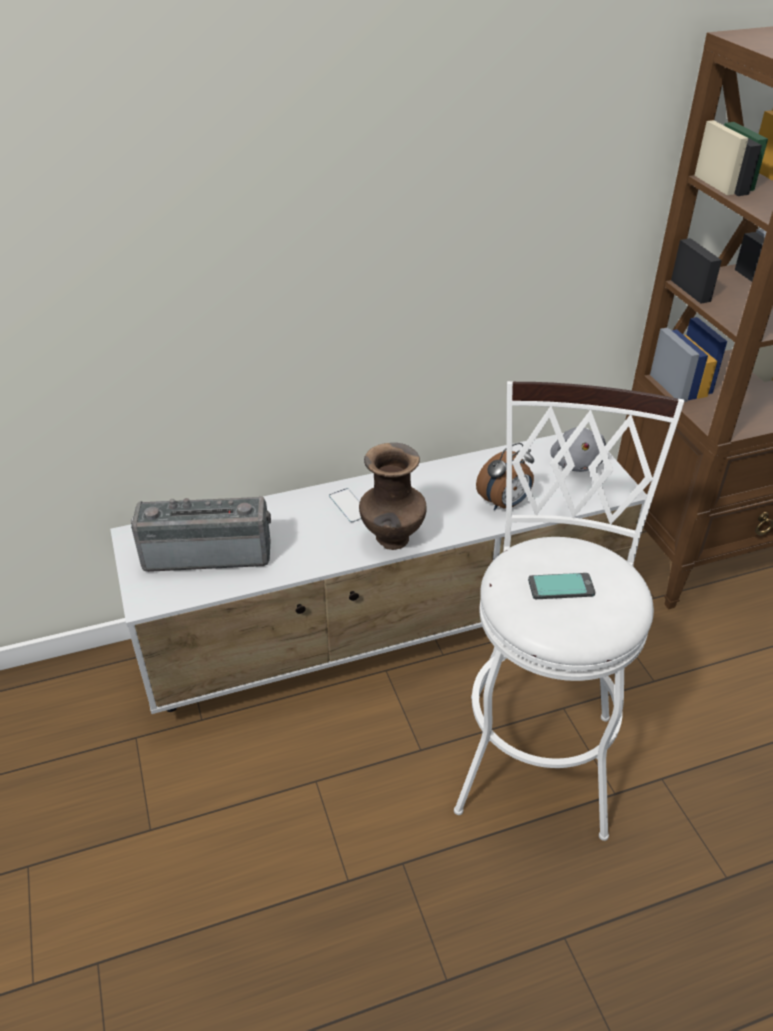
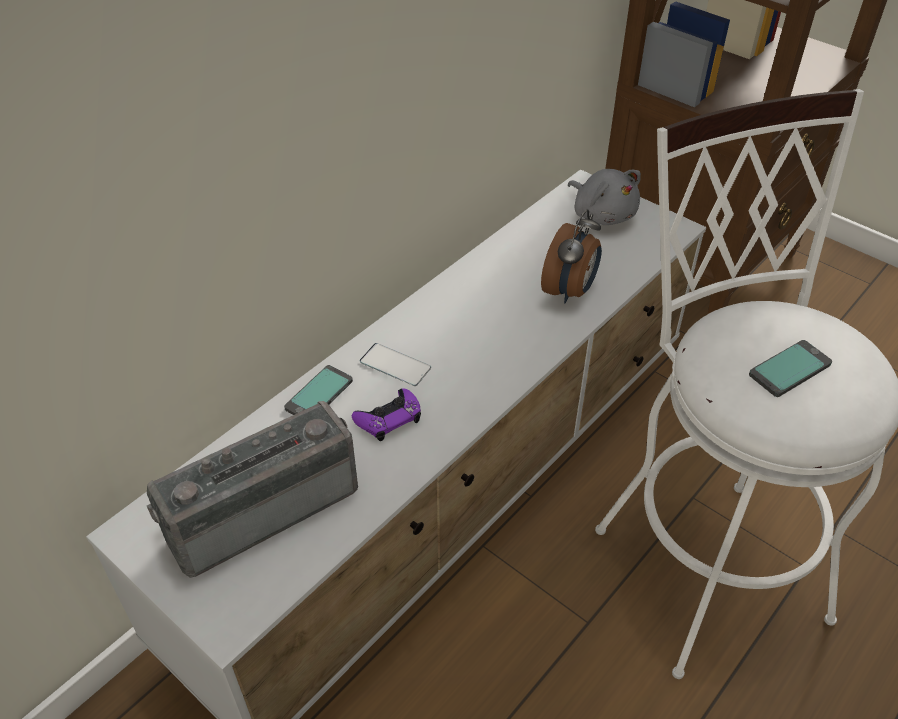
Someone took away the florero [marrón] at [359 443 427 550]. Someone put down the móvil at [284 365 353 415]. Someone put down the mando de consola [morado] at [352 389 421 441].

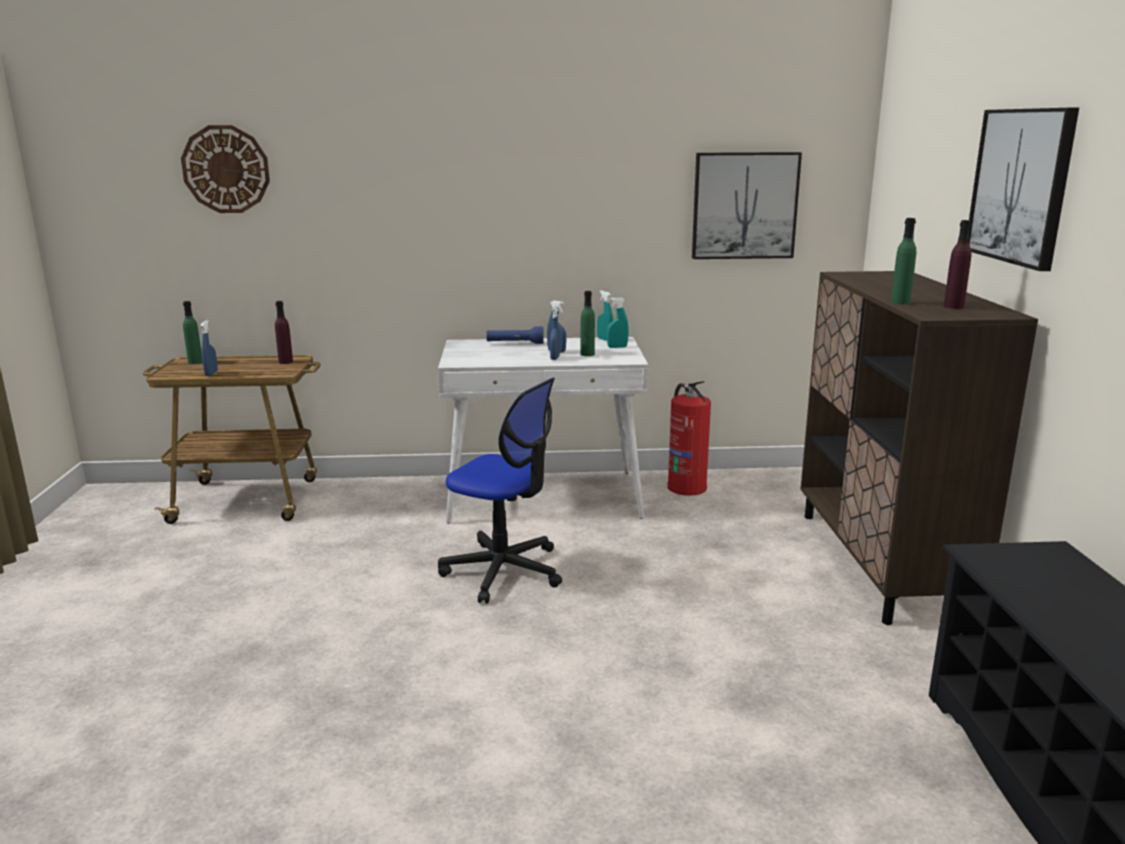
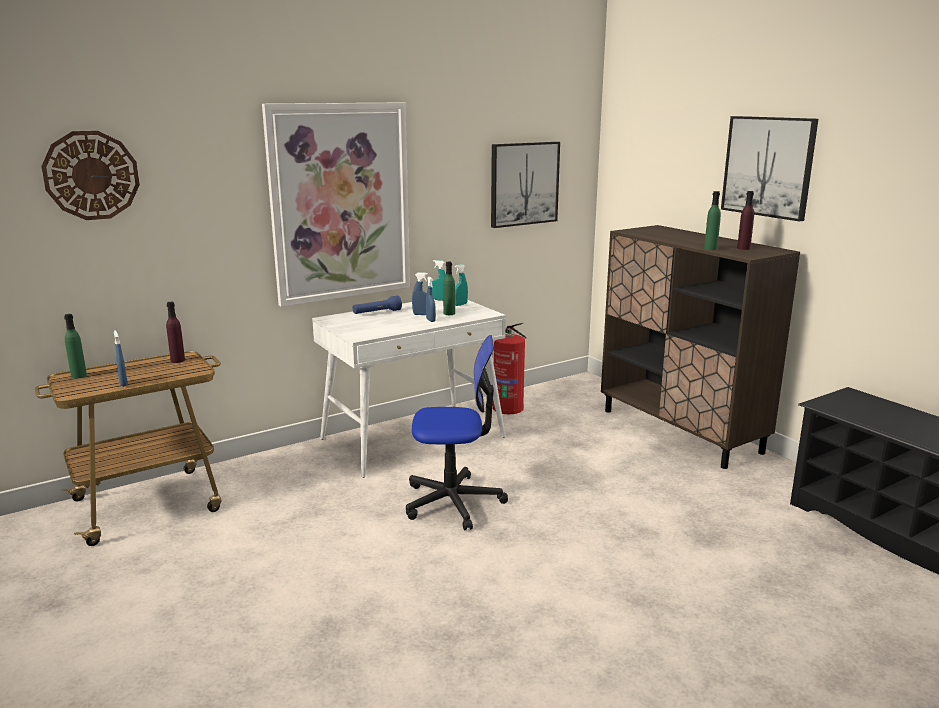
Someone put up the cuadro at [262 102 410 307].

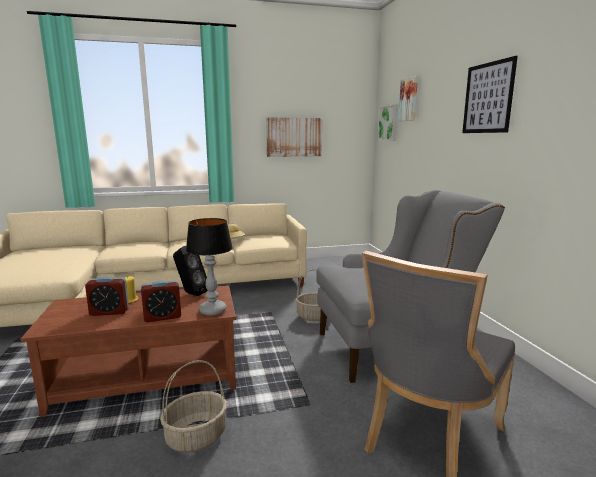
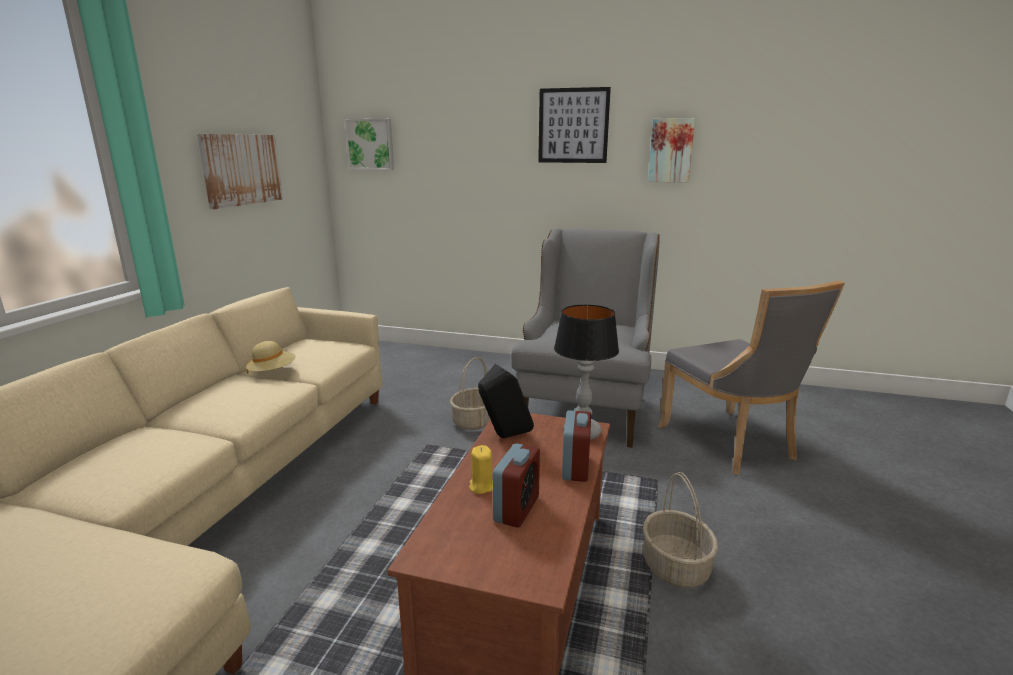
Someone carried the cuadro from [398 76 418 121] to [648 118 695 183].

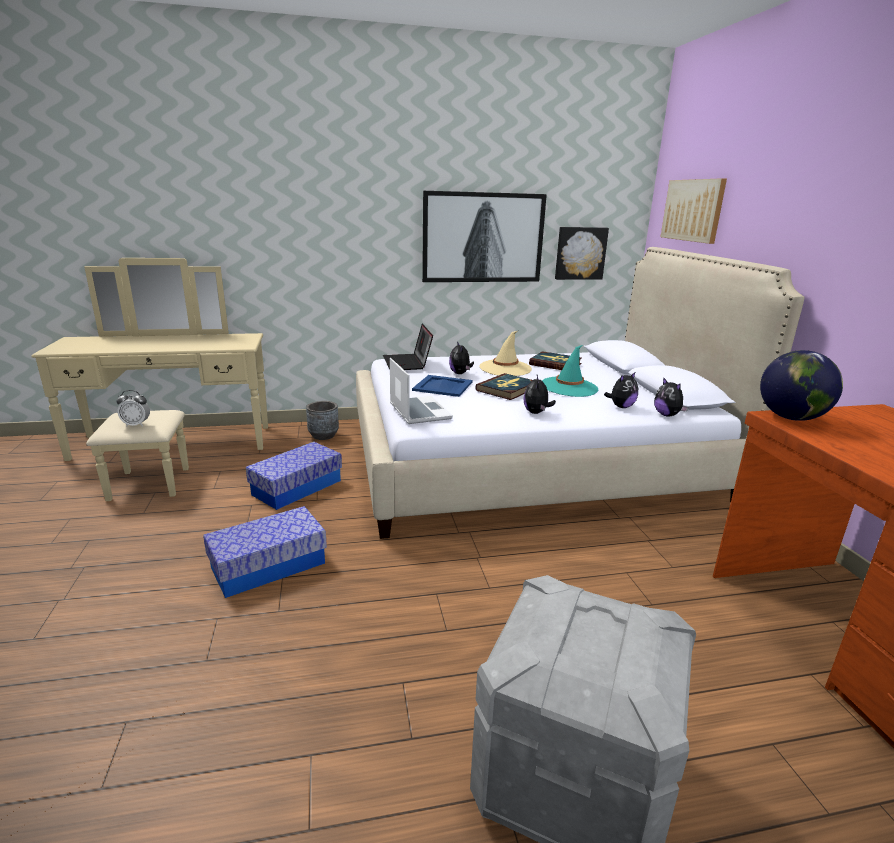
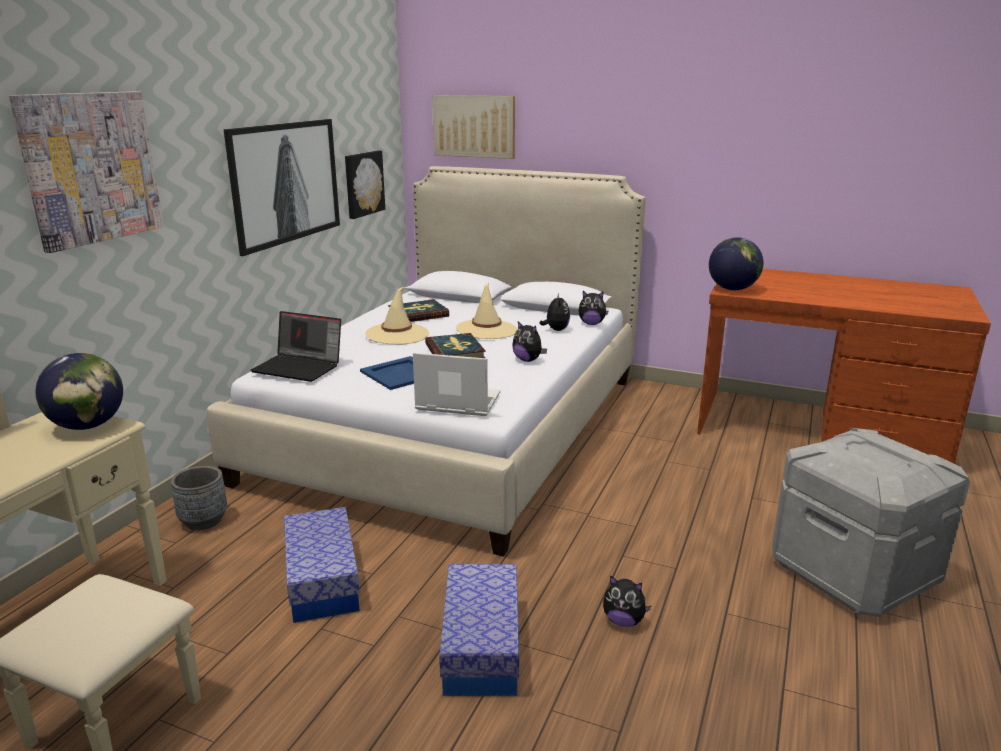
Someone took away the despertador at [116 390 150 427]. Someone put up the cuadro at [9 91 164 253]. Someone put down the globo terráqueo at [36 353 123 430]. Someone carried the peluche from [449 341 474 374] to [603 575 652 627]. Someone repainted the sombrero [turquesa] at [542 345 599 397], which became the sombrero [beis] at [456 282 518 339].

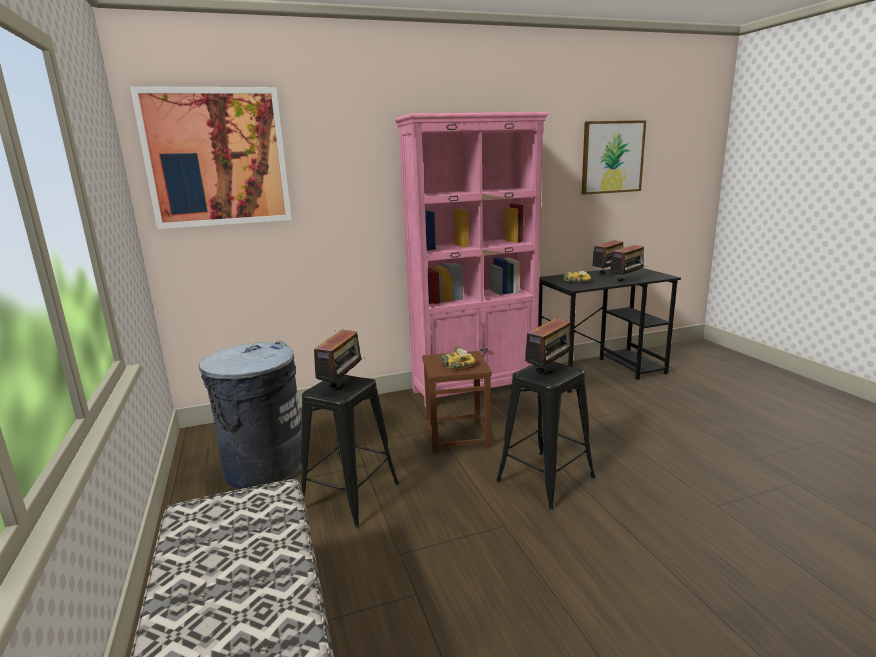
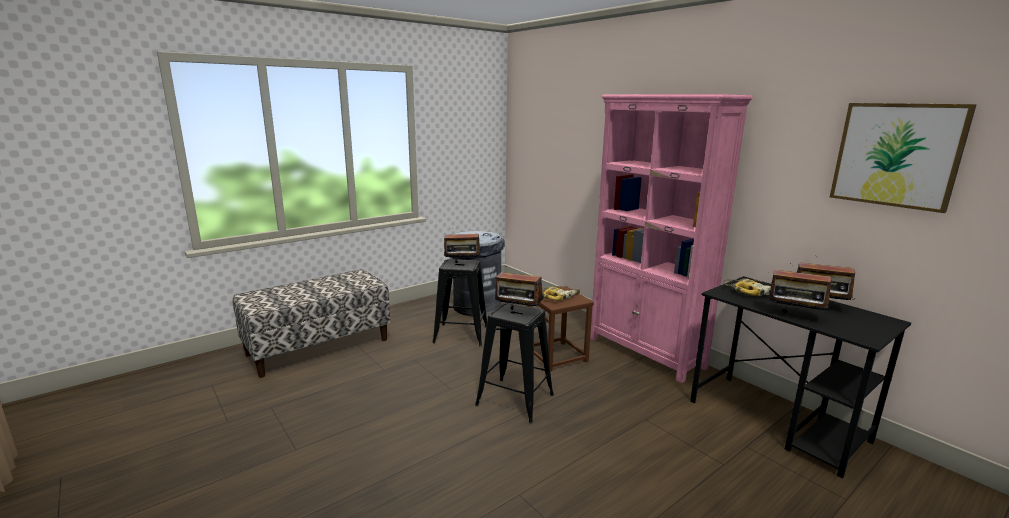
Someone took away the cuadro at [130 86 292 229].

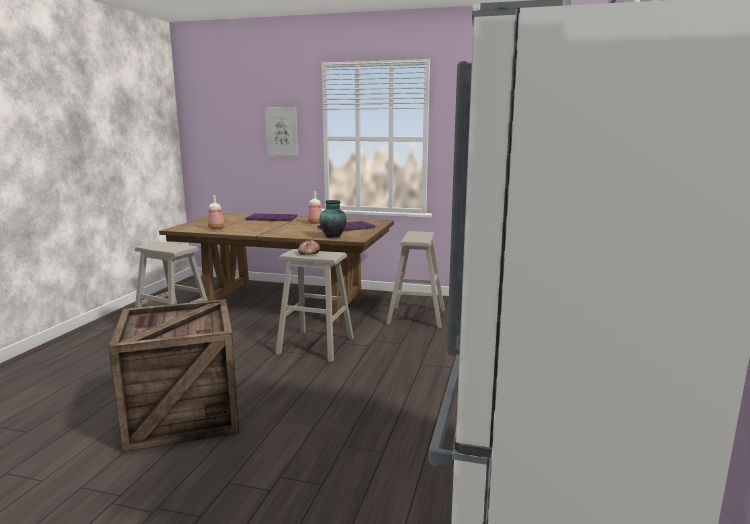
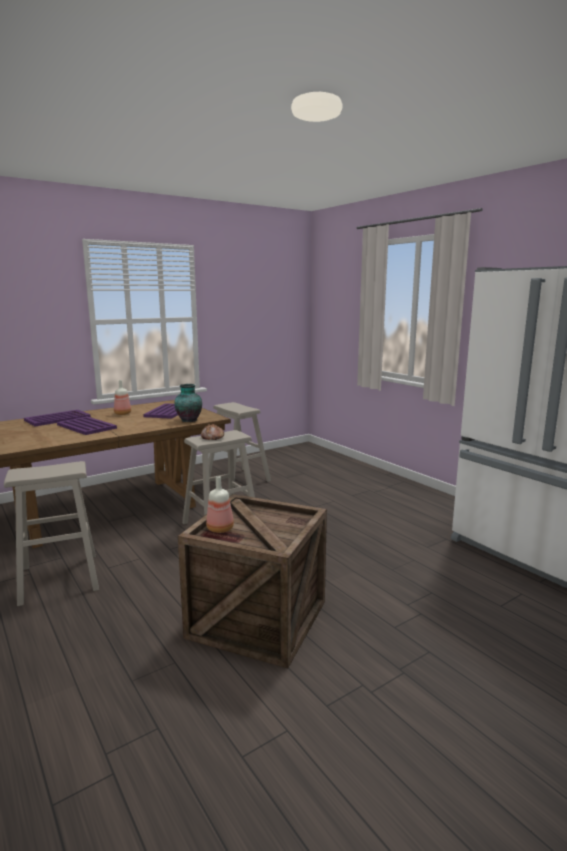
Someone took away the cuadro at [265 107 298 156]. Someone put down the bandeja [morado] at [57 417 117 435]. Someone carried the botella from [208 195 225 229] to [206 476 234 533].

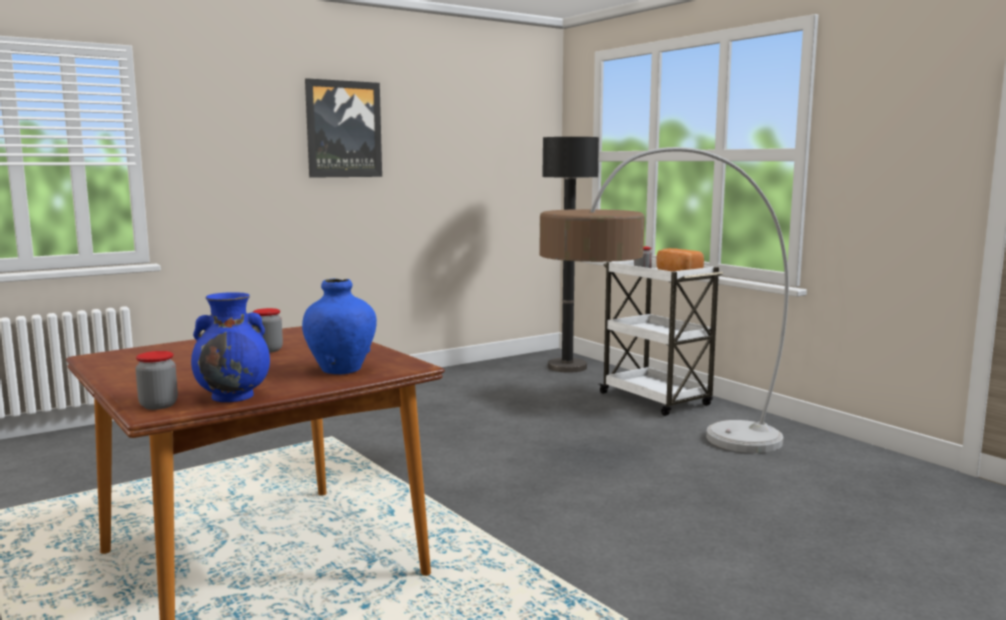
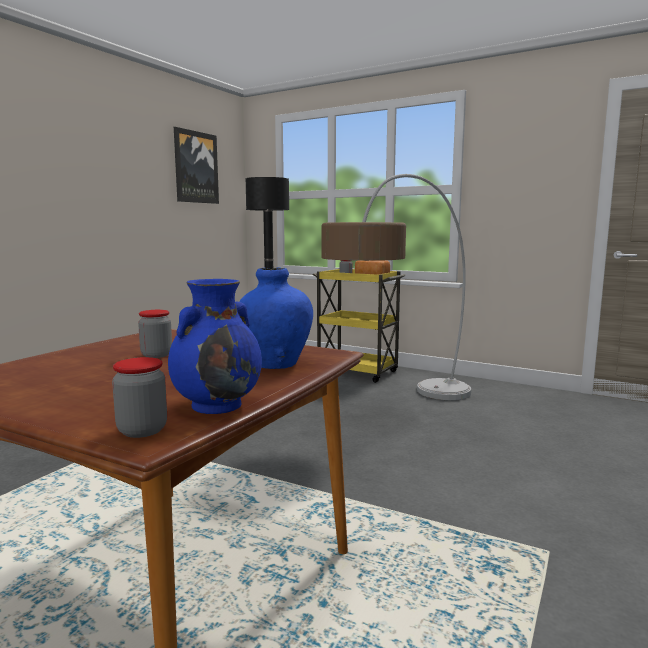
Someone carried the cuadro from [305 78 382 178] to [174 127 219 204]. Someone repainted the carrito [blanco] at [599 258 723 416], which became the carrito [amarillo] at [313 269 406 383].

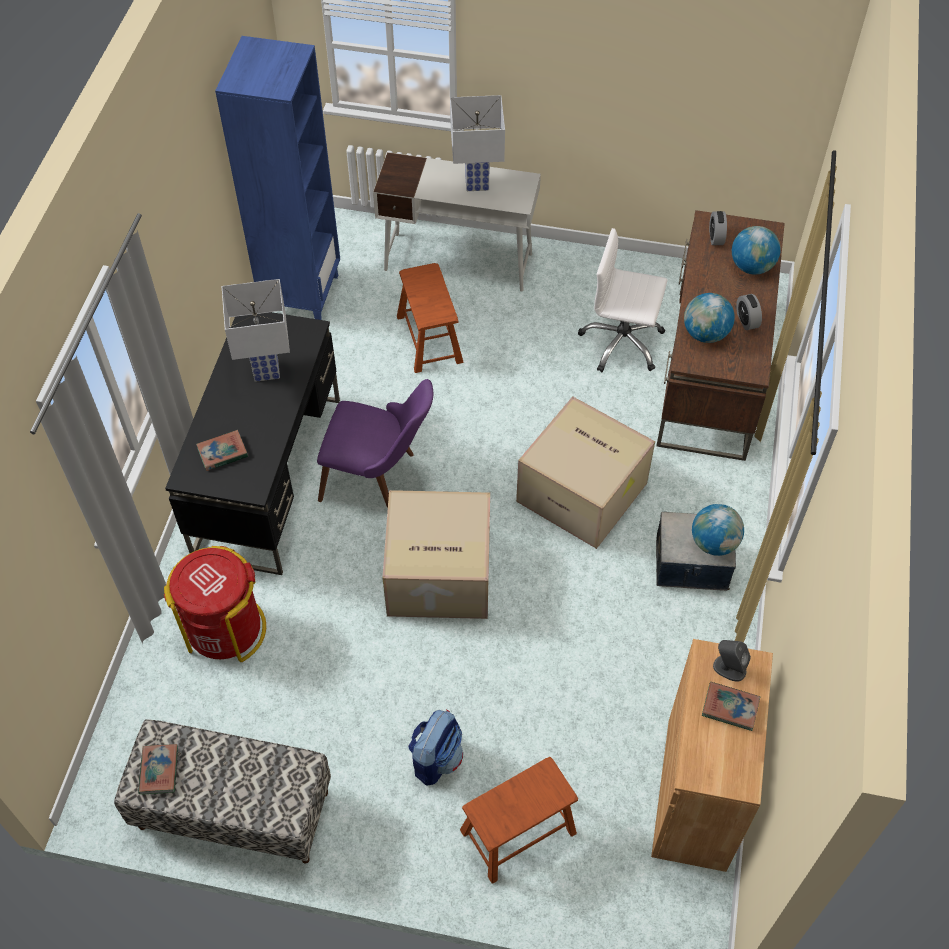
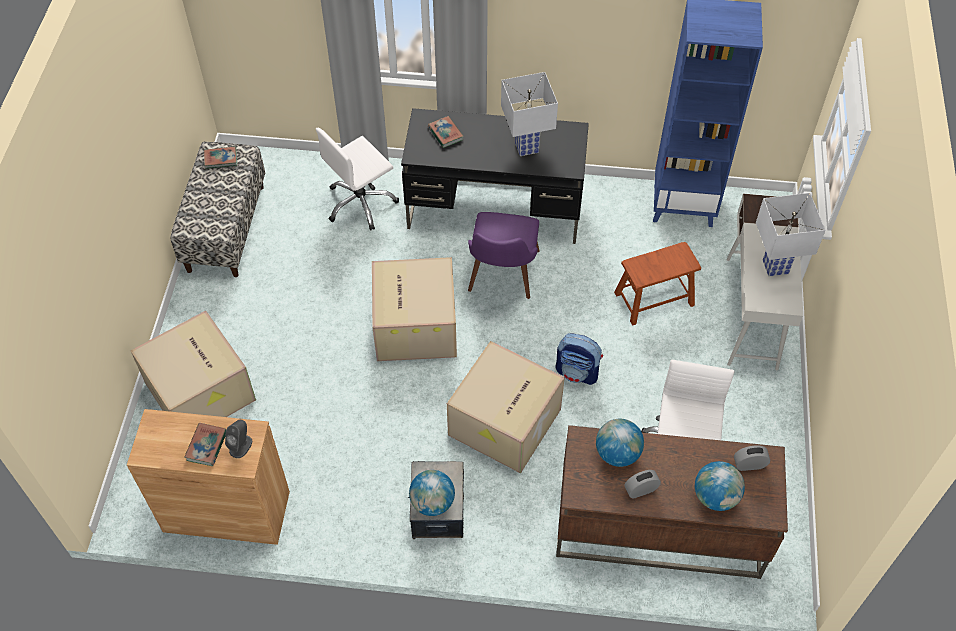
Someone carried the mochila from [408 710 463 785] to [555 333 603 385]. Someone swapped the papelera [rojo] at [164 546 266 662] for the silla de oficina [blanco] at [316 127 399 231]. Someone swapped the taburete [marrón] at [460 757 578 884] for the caja de cartón at [131 310 256 417].

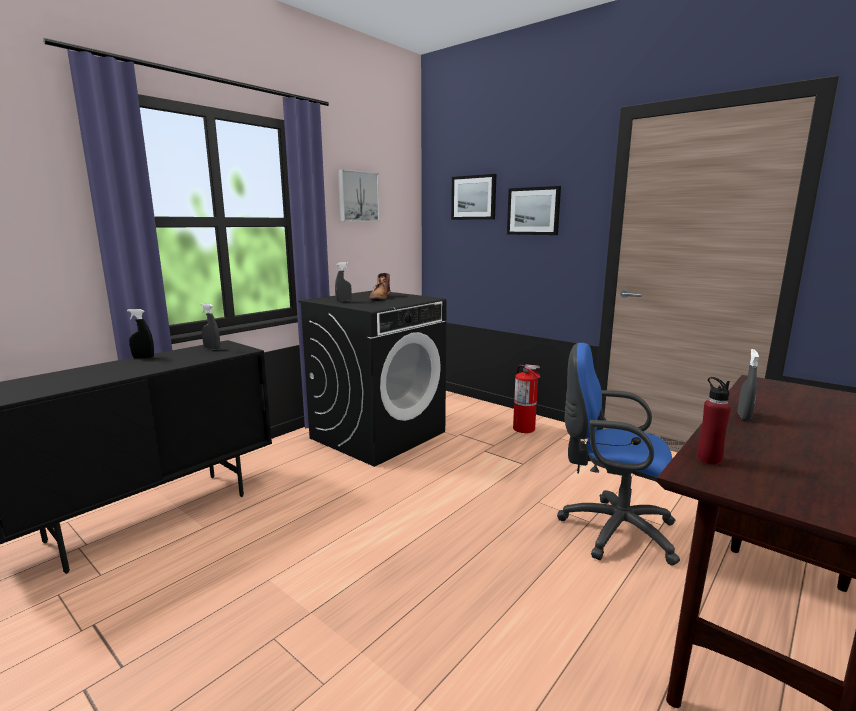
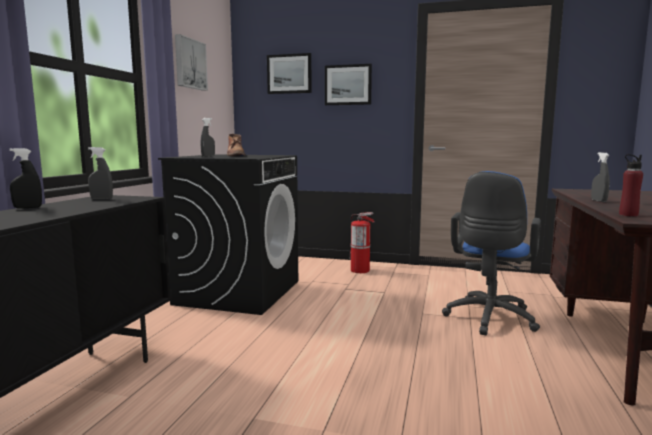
Someone rotated the silla de oficina [azul] at [557 343 680 565] by 60 degrees counterclockwise.

